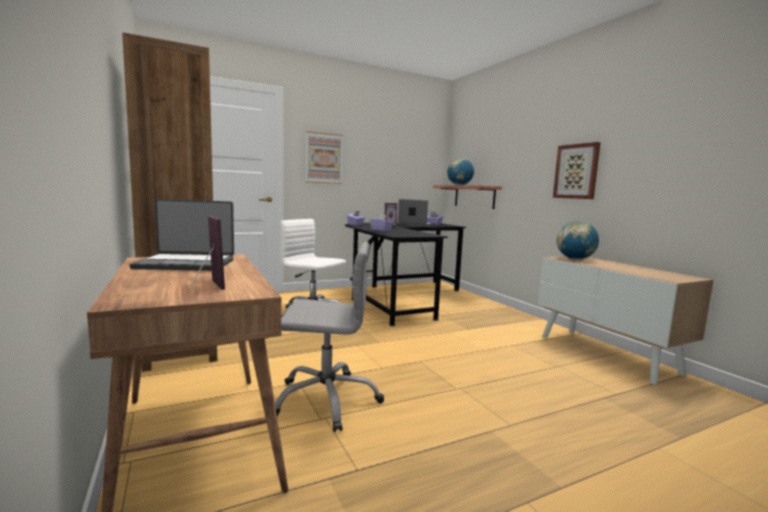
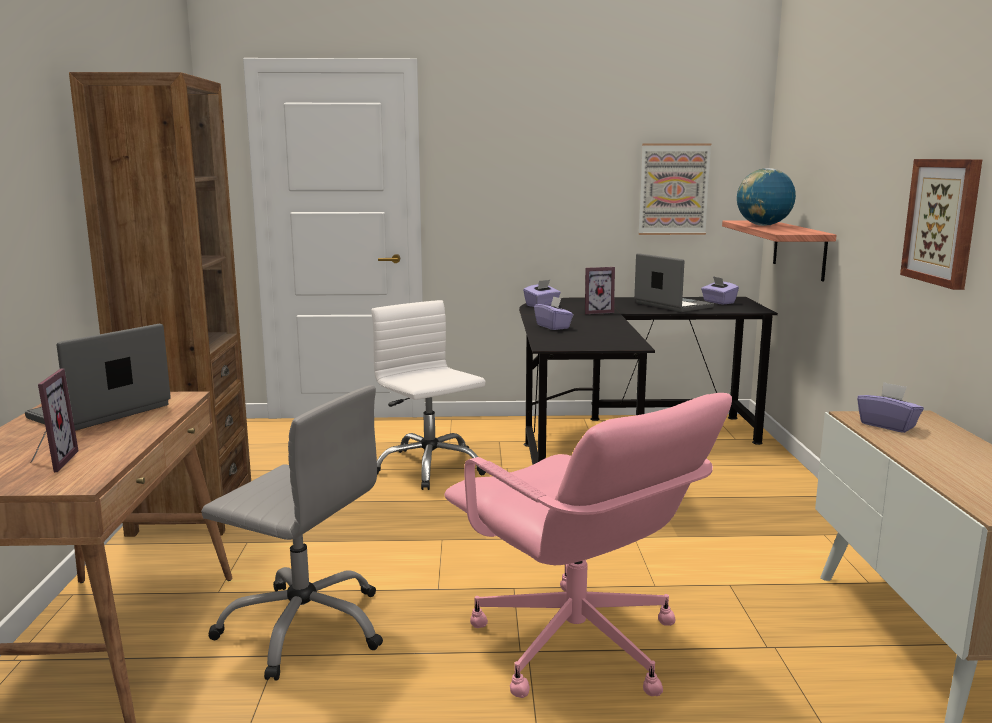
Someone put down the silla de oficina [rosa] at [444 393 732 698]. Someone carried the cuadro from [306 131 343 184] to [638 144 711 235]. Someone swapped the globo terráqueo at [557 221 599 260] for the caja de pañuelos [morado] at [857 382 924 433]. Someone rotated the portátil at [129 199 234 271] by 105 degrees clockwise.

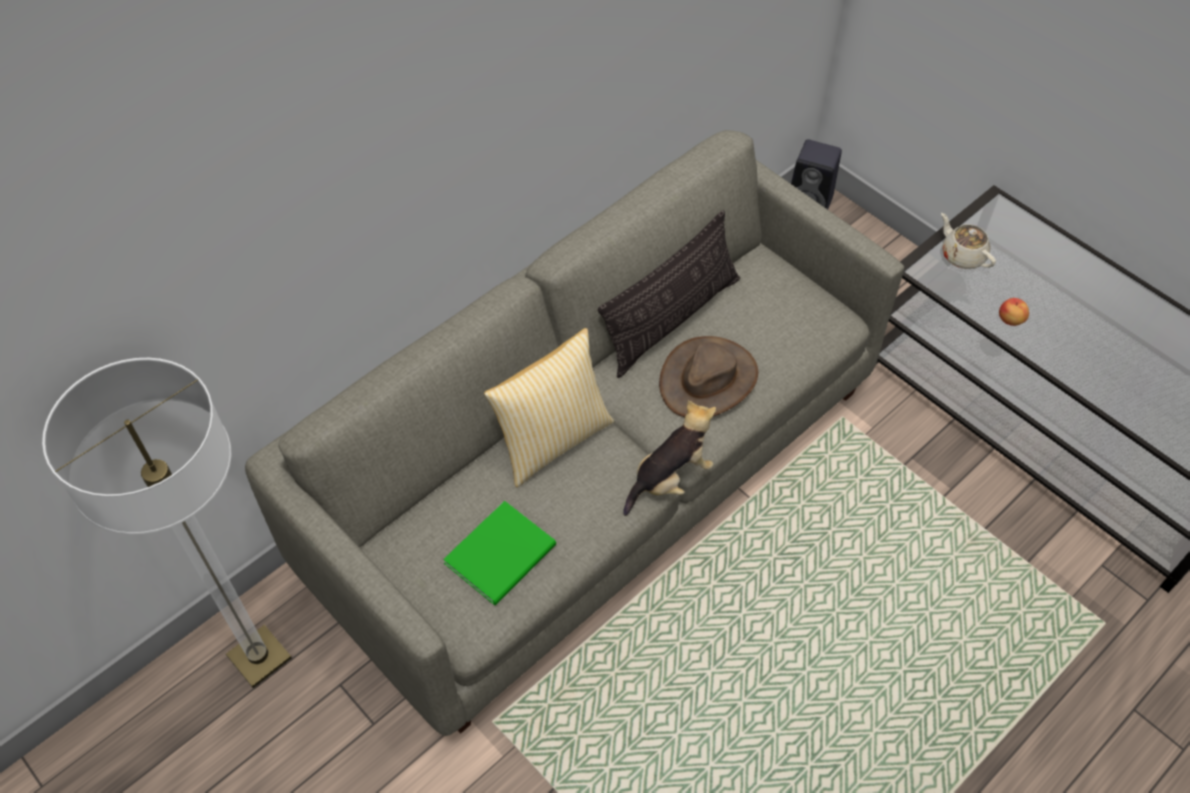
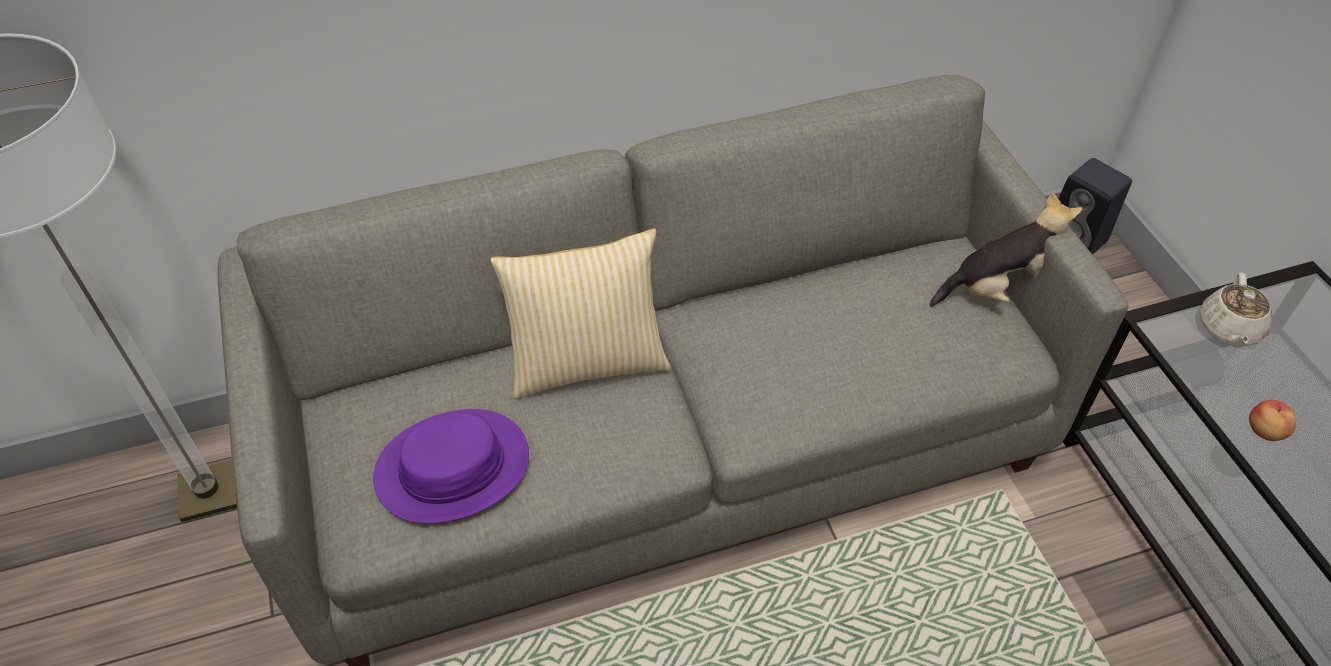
Someone took away the cojín at [598 210 740 378]. Someone took away the sombrero [marrón] at [659 336 758 417]. Someone carried the peluche from [623 400 716 516] to [929 191 1082 307]. Someone swapped the libro [verde] at [443 501 556 605] for the sombrero [morado] at [373 409 529 524]. Someone rotated the tetera [beis] at [941 213 996 269] by 150 degrees counterclockwise.

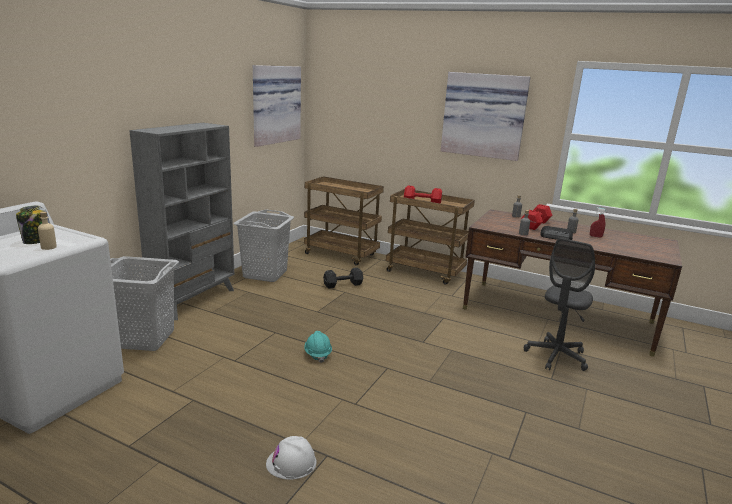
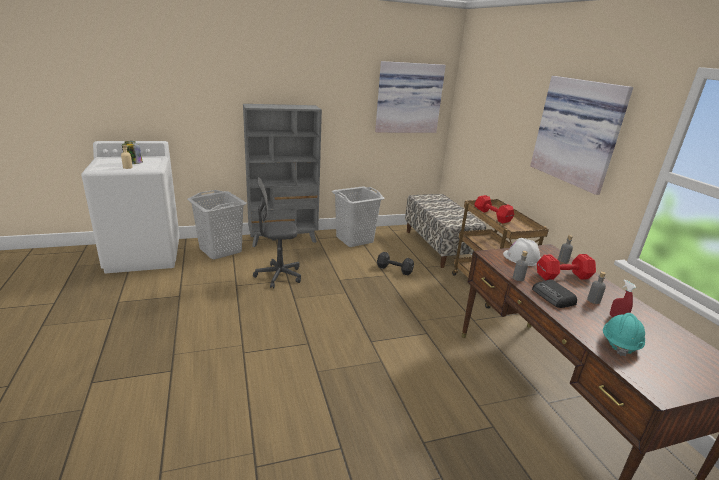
Someone carried the casco [blanco] from [266 436 317 480] to [503 238 541 266]. Someone carried the casco [turquesa] from [305 331 332 363] to [603 313 645 356]. Someone carried the silla de oficina [gris] from [524 238 595 371] to [253 177 301 288]. Someone swapped the carrito [marrón] at [304 176 384 266] for the banco at [405 194 486 268].

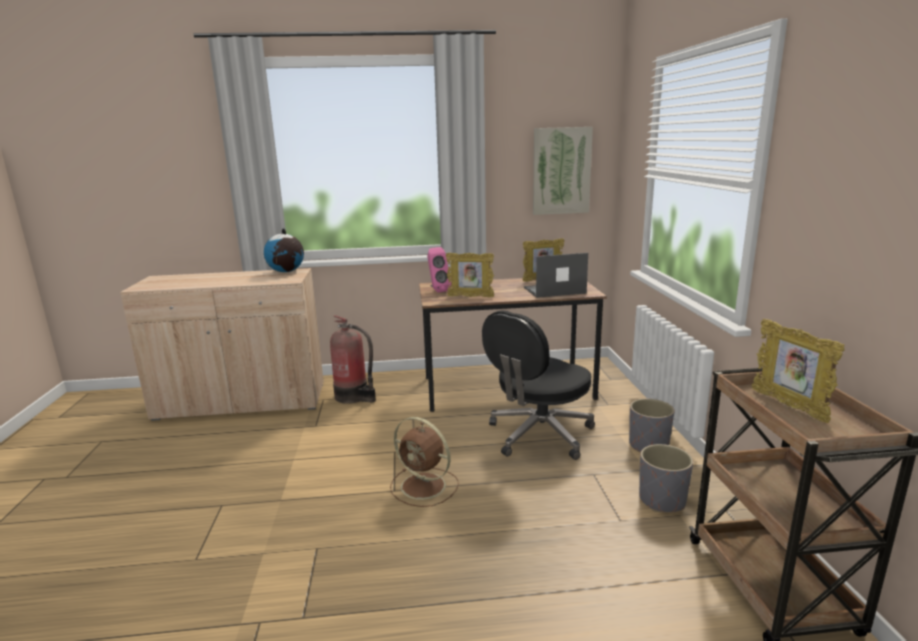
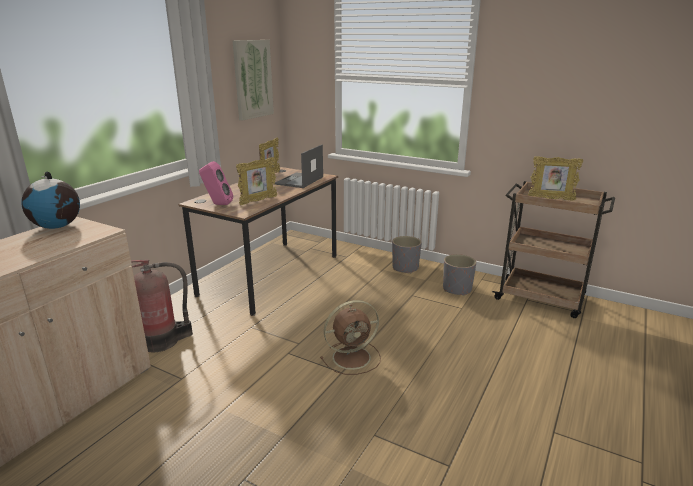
Someone took away the silla de oficina [negro] at [482 310 595 460].

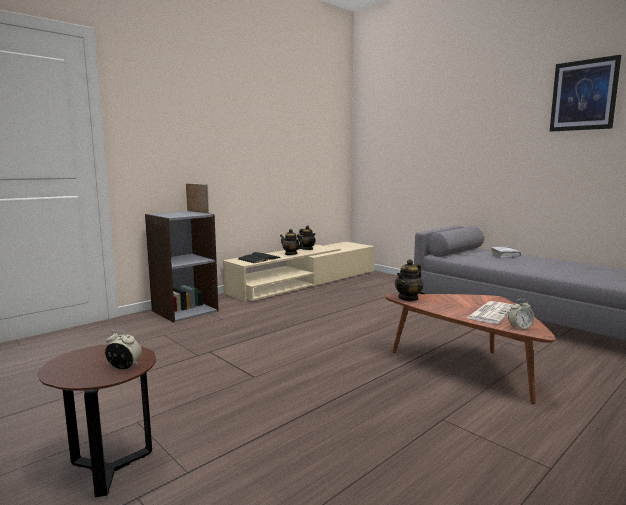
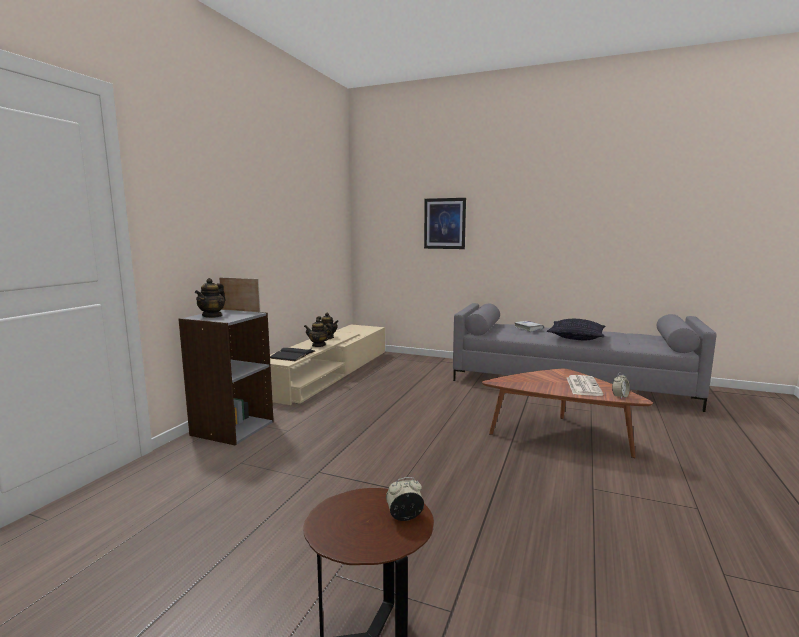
Someone put down the cojín at [547 319 605 340]. Someone carried the tetera from [395 259 423 302] to [195 278 225 318]. Someone carried the cuadro from [550 55 621 132] to [424 198 466 249].

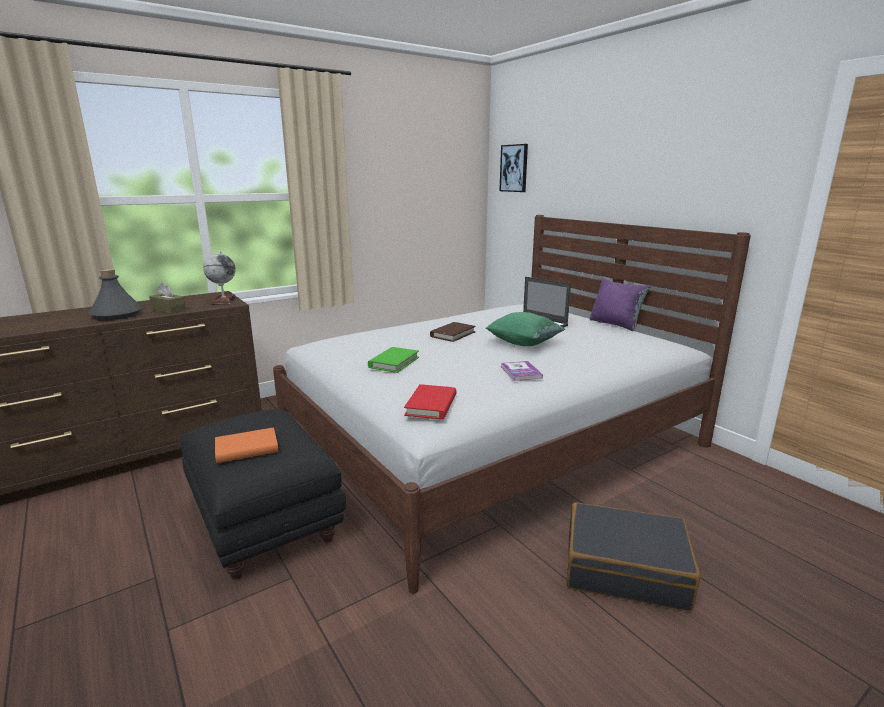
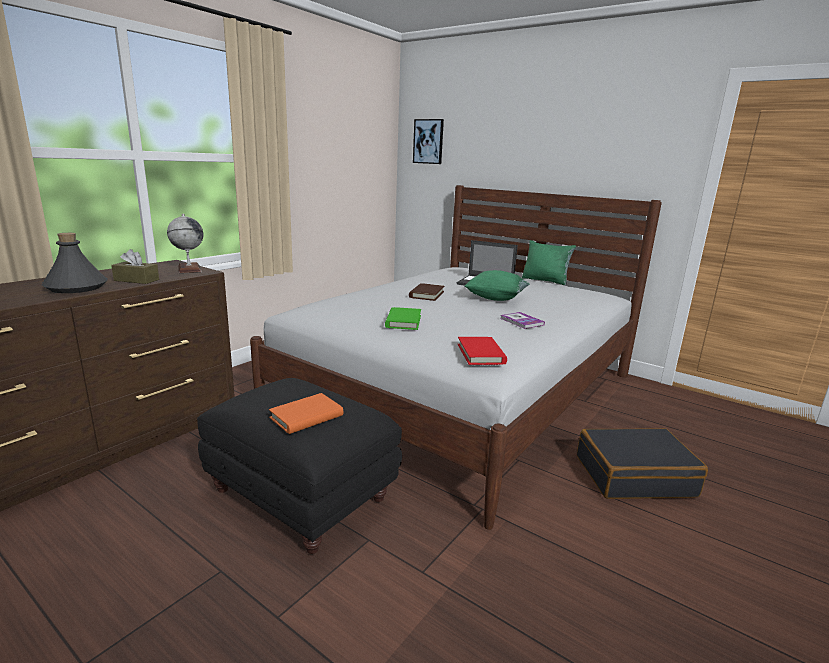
Someone repainted the cojín [morado] at [590 277 651 331], which became the cojín [verde] at [522 240 576 285].

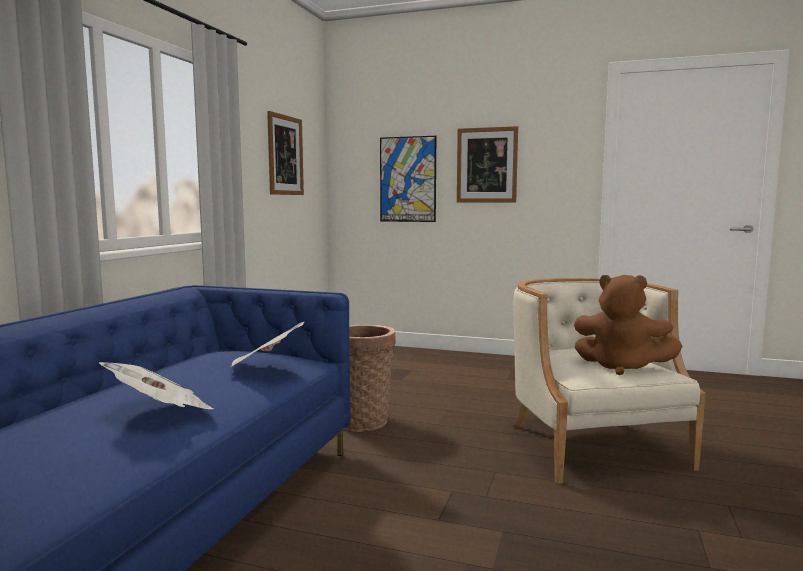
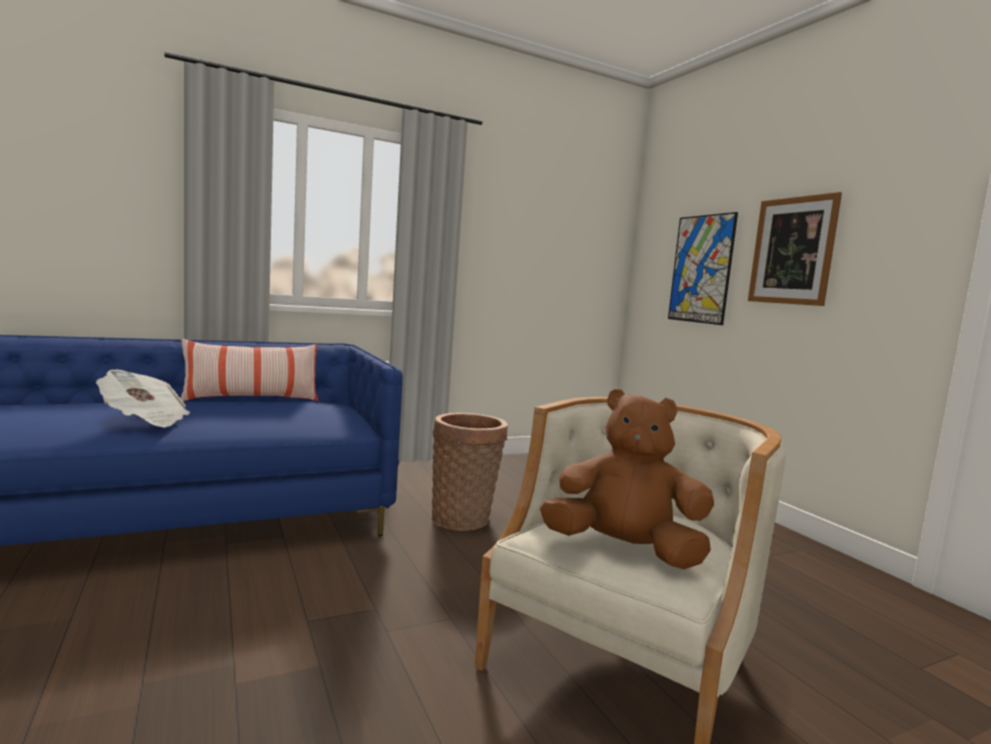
Someone took away the periódico at [232 322 304 366]. Someone took away the cuadro at [267 111 304 195]. Someone put down the cojín at [181 339 318 402]. Someone rotated the peluche [marrón] at [574 275 682 375] by 120 degrees clockwise.

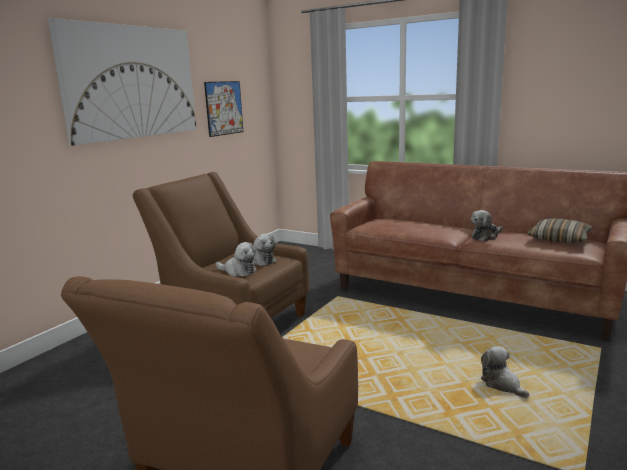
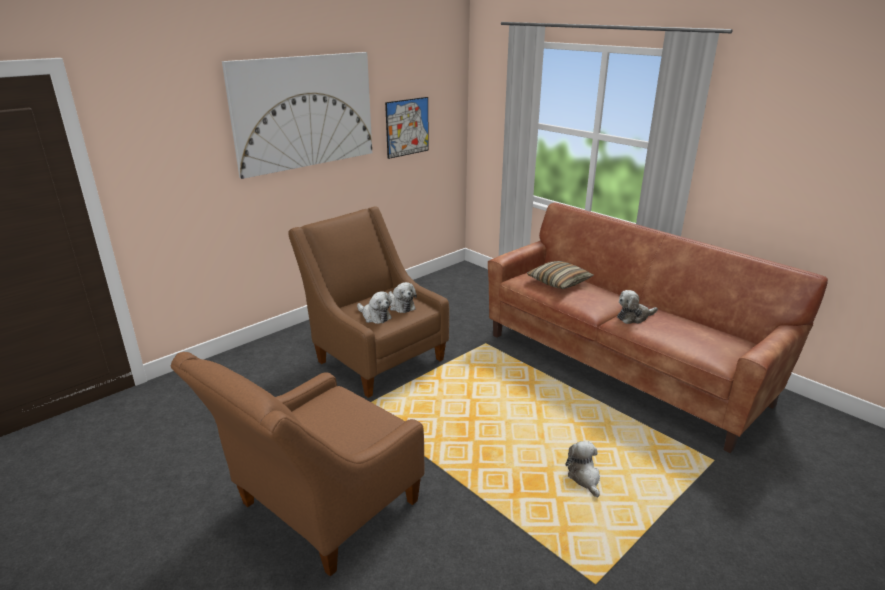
Someone carried the cojín from [527 218 593 243] to [527 261 594 289].

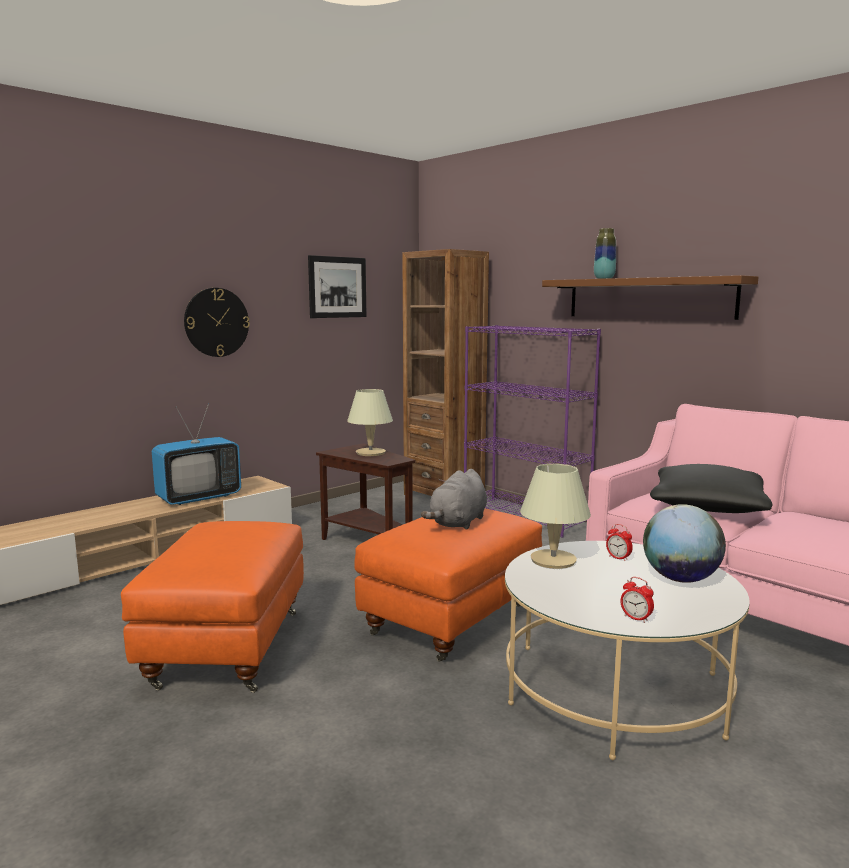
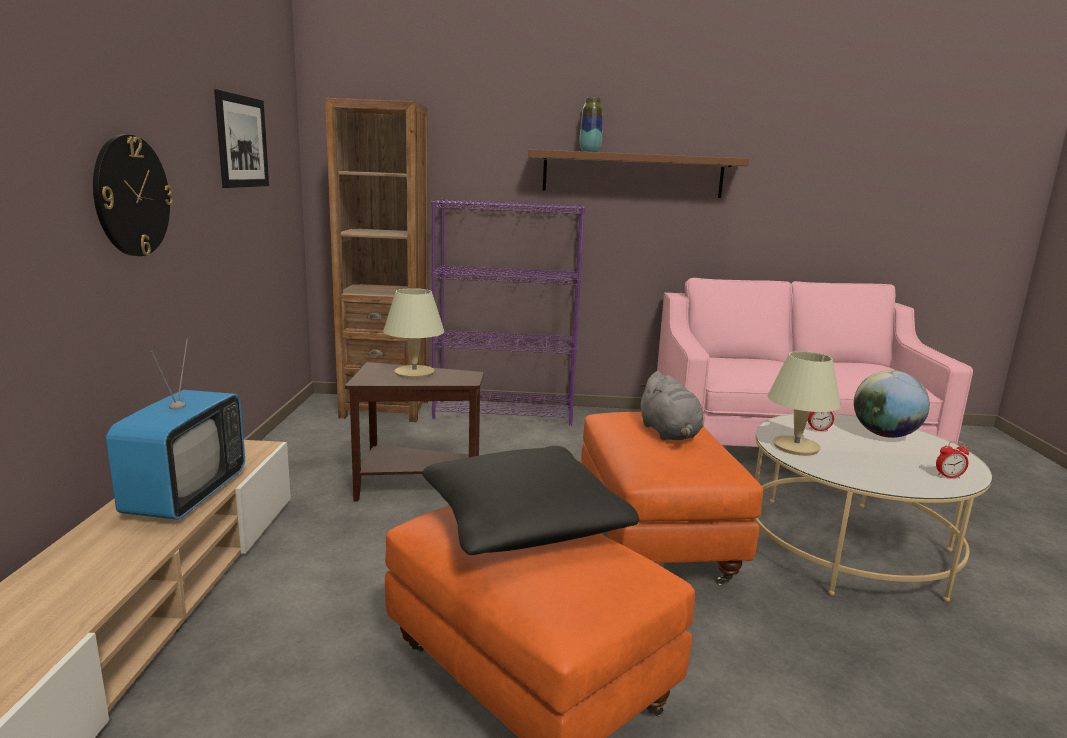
Someone carried the cojín [negro] from [650 464 773 513] to [422 446 639 555].

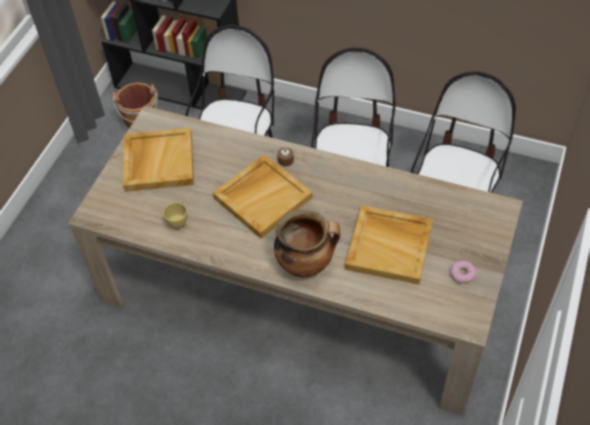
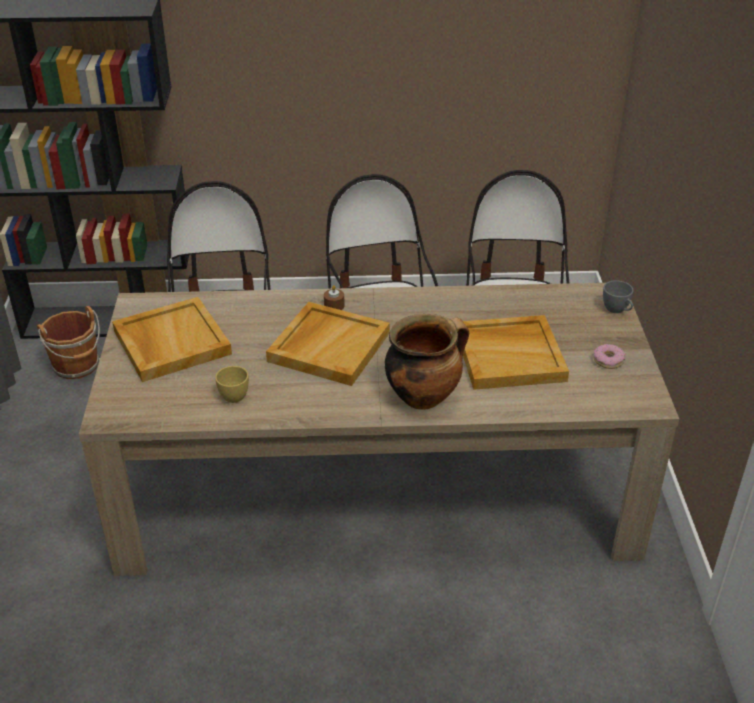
Someone put down the taza [gris] at [603 280 633 313].

